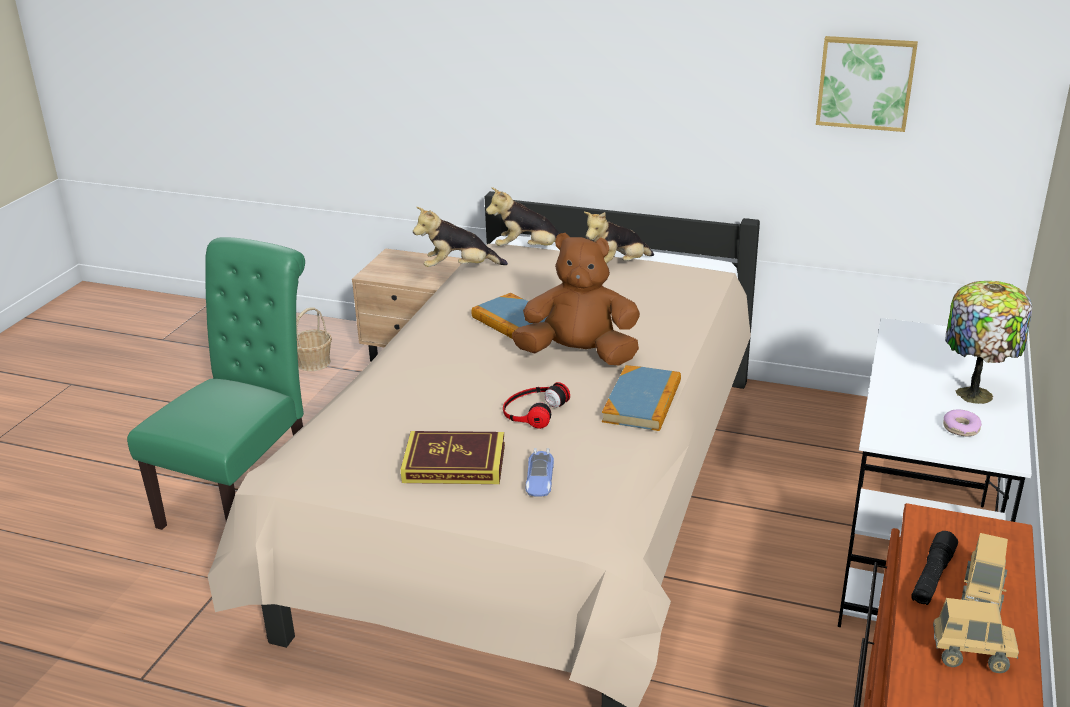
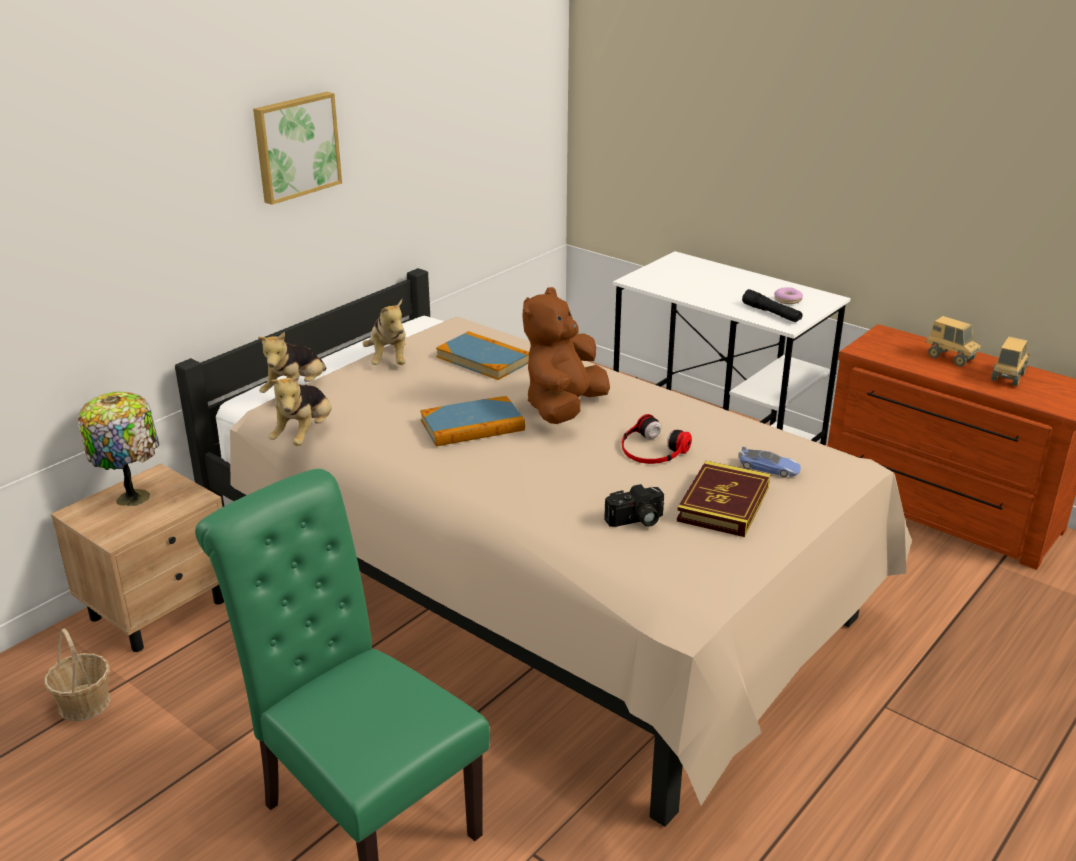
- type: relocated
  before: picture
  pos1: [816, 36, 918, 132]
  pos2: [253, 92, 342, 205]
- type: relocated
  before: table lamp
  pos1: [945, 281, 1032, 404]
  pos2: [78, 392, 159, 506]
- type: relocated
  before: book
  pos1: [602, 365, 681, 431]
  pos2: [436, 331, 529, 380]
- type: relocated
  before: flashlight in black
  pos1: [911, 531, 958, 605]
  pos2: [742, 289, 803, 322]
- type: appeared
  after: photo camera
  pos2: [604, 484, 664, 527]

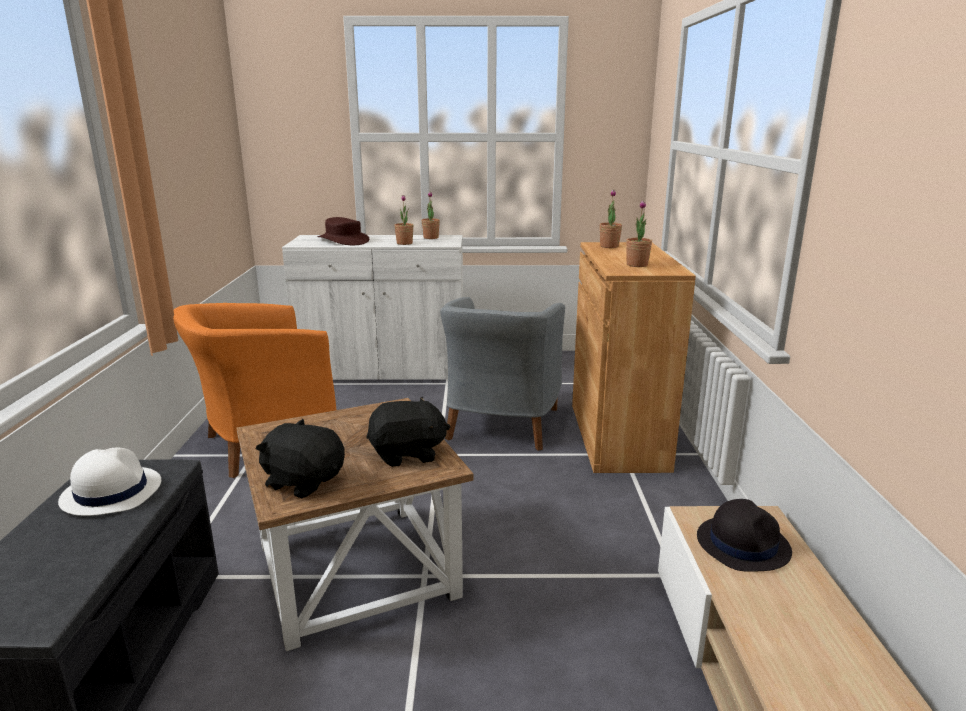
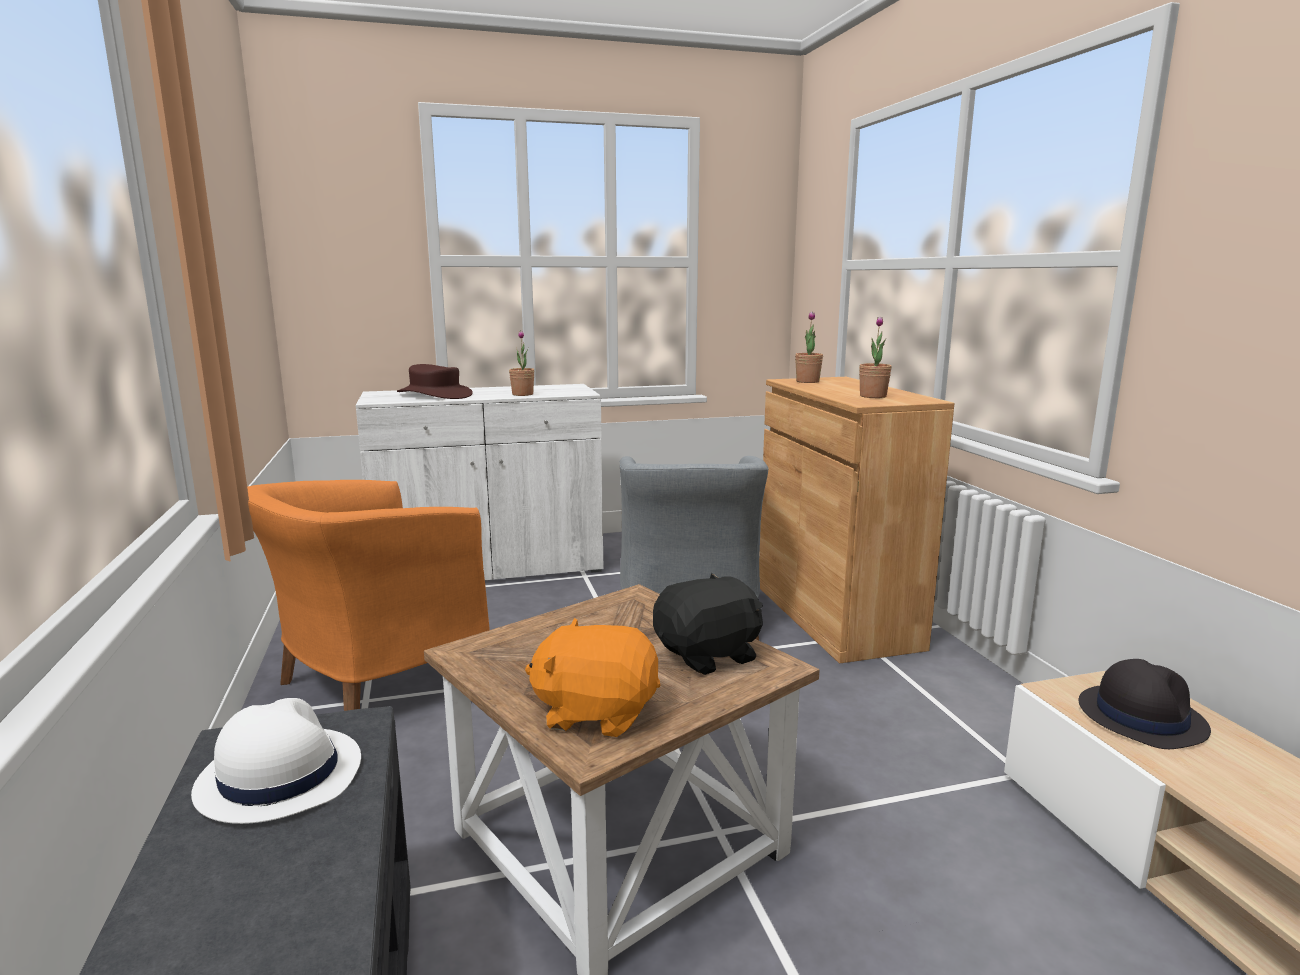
- type: missing
  before: potted plant
  pos1: [422, 191, 440, 239]
- type: colour
  before: plush toy in black
  after: plush toy in orange
  pos1: [256, 419, 345, 498]
  pos2: [525, 618, 660, 737]

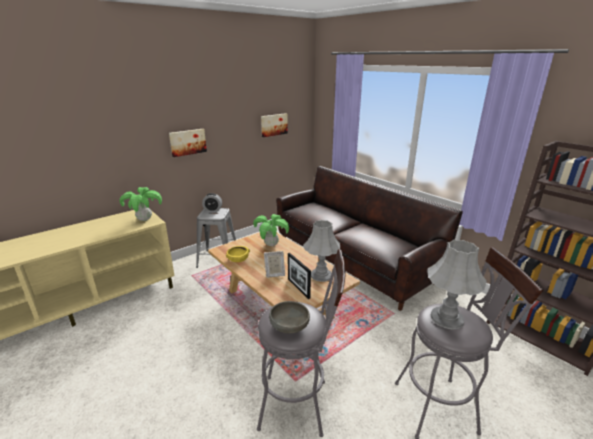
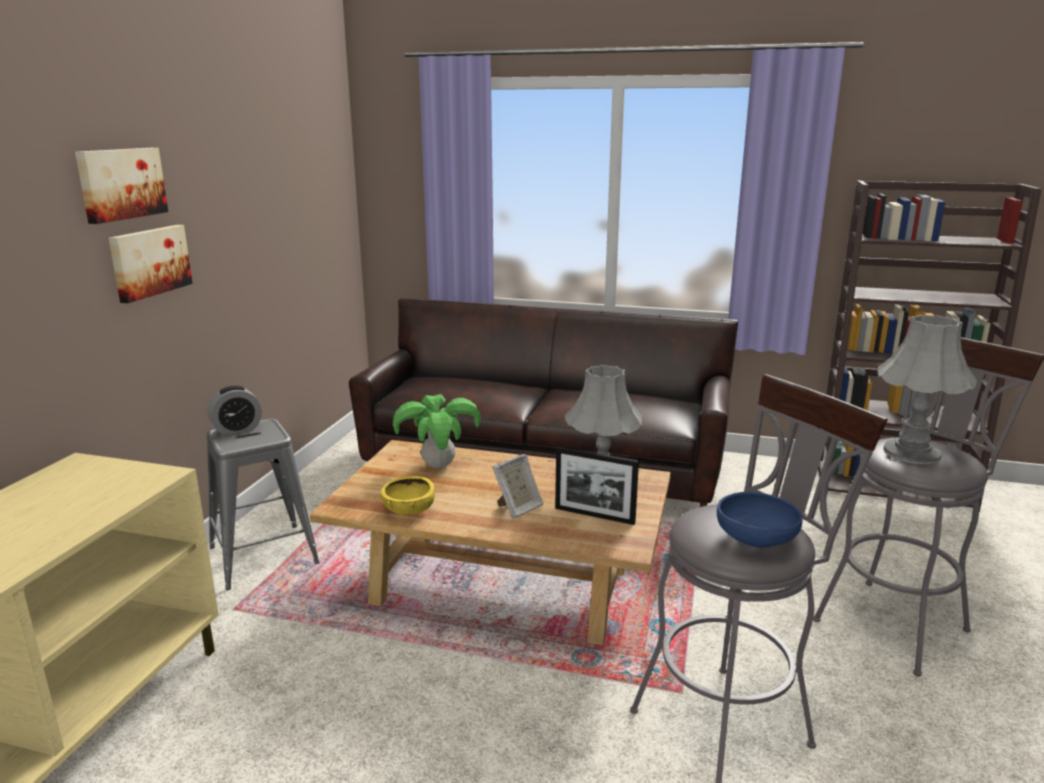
- type: relocated
  before: picture
  pos1: [261, 113, 288, 137]
  pos2: [75, 148, 168, 224]
- type: missing
  before: potted plant
  pos1: [120, 187, 162, 221]
- type: colour
  before: bowl in grey
  after: bowl in blue
  pos1: [269, 301, 310, 334]
  pos2: [717, 492, 803, 548]

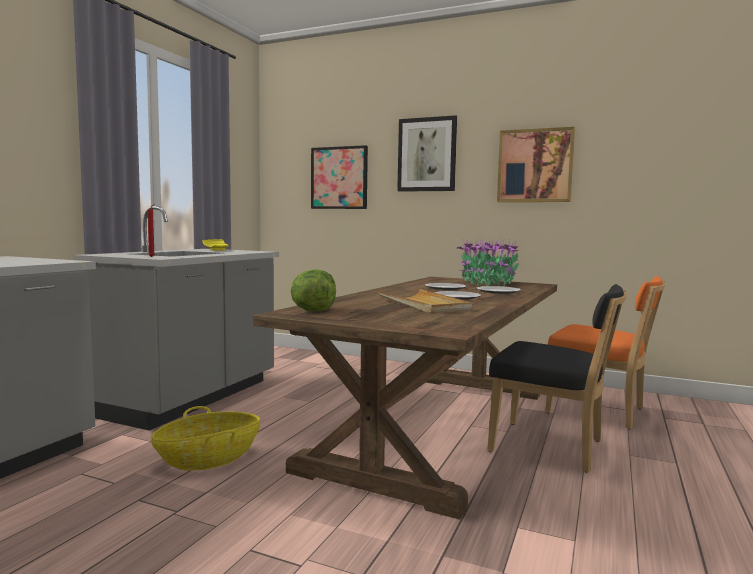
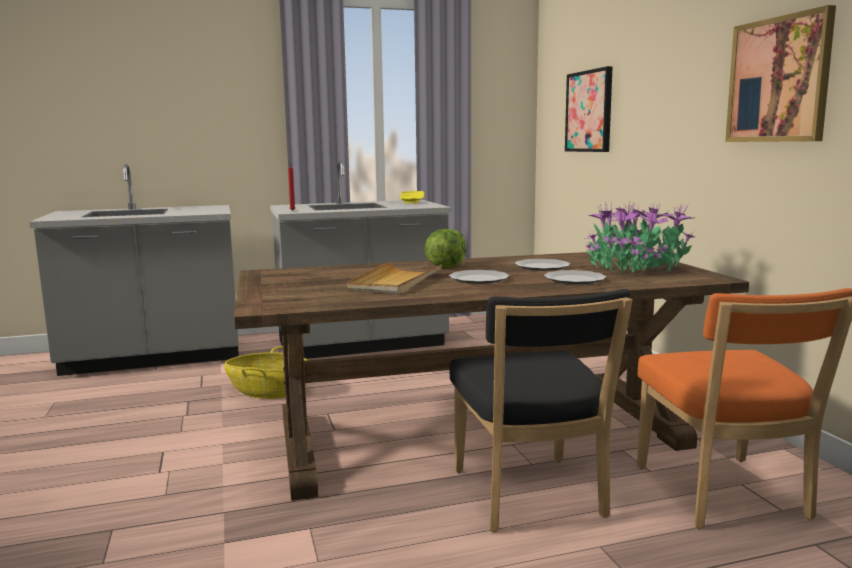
- type: missing
  before: picture
  pos1: [397, 115, 457, 192]
- type: relocated
  before: lettuce
  pos1: [291, 269, 336, 311]
  pos2: [425, 229, 466, 268]

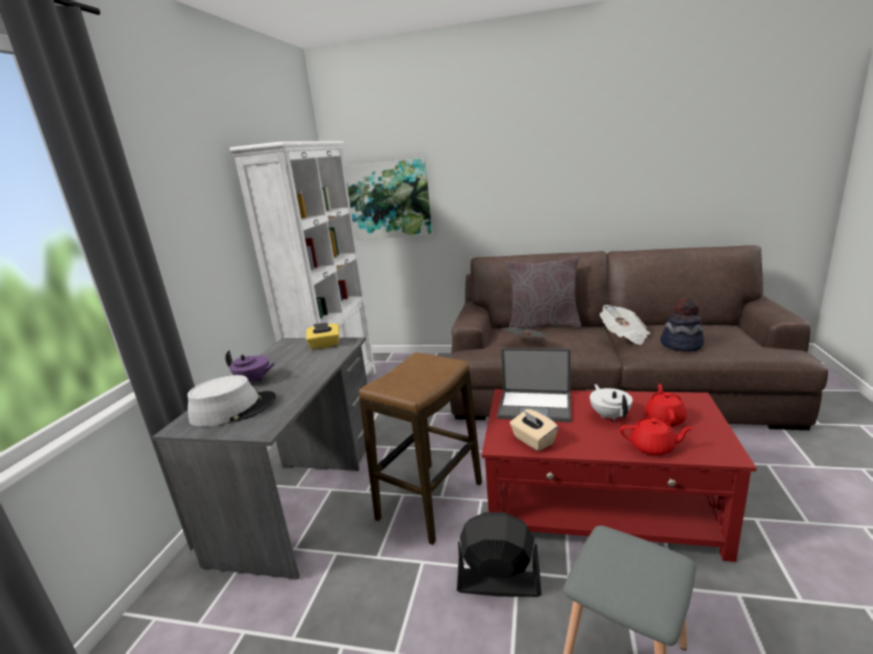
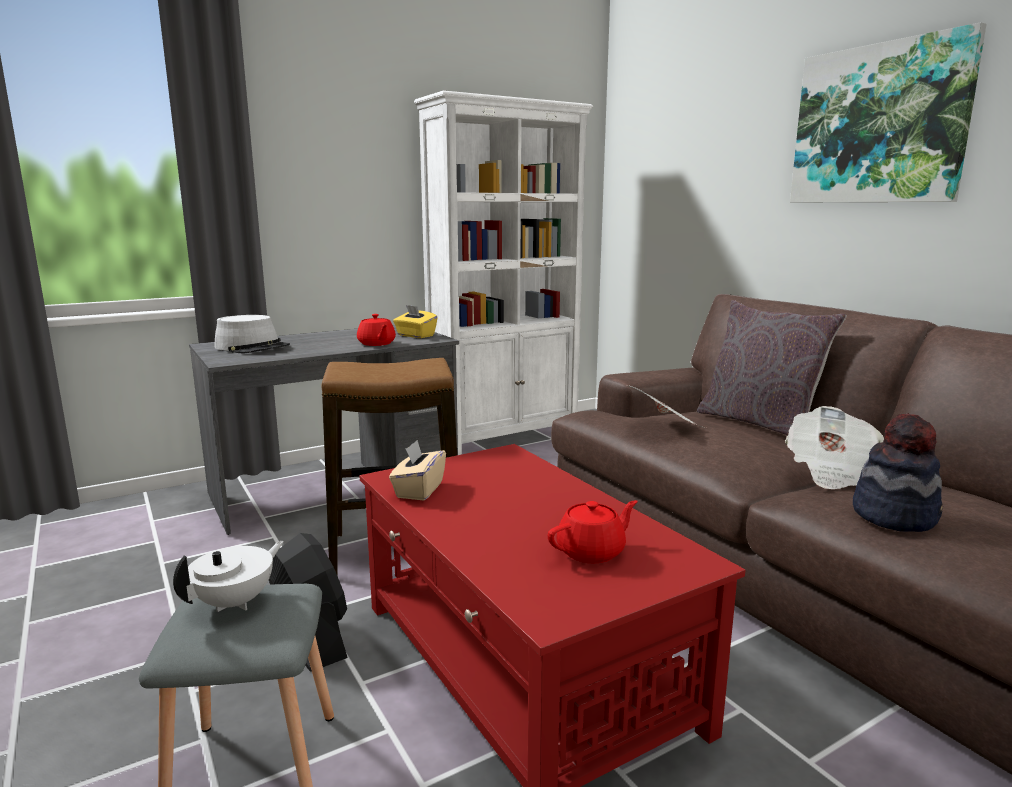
- type: relocated
  before: picture
  pos1: [344, 158, 433, 240]
  pos2: [790, 22, 986, 202]
- type: missing
  before: laptop
  pos1: [497, 348, 571, 422]
- type: missing
  before: teapot in purple
  pos1: [225, 350, 275, 383]
- type: relocated
  before: teapot in white
  pos1: [590, 384, 633, 421]
  pos2: [173, 541, 284, 612]
- type: relocated
  before: teapot in red
  pos1: [620, 417, 693, 456]
  pos2: [357, 314, 396, 346]

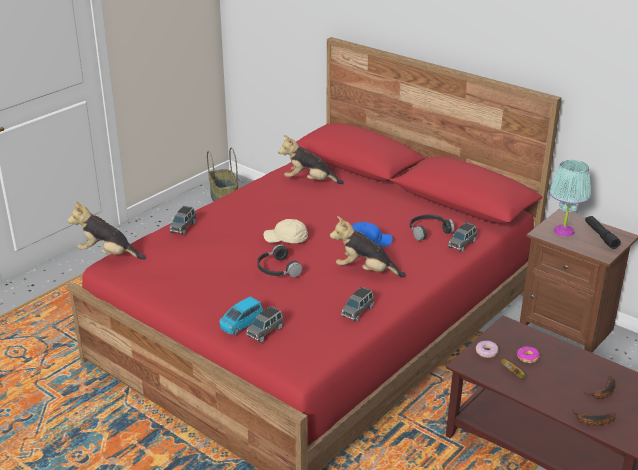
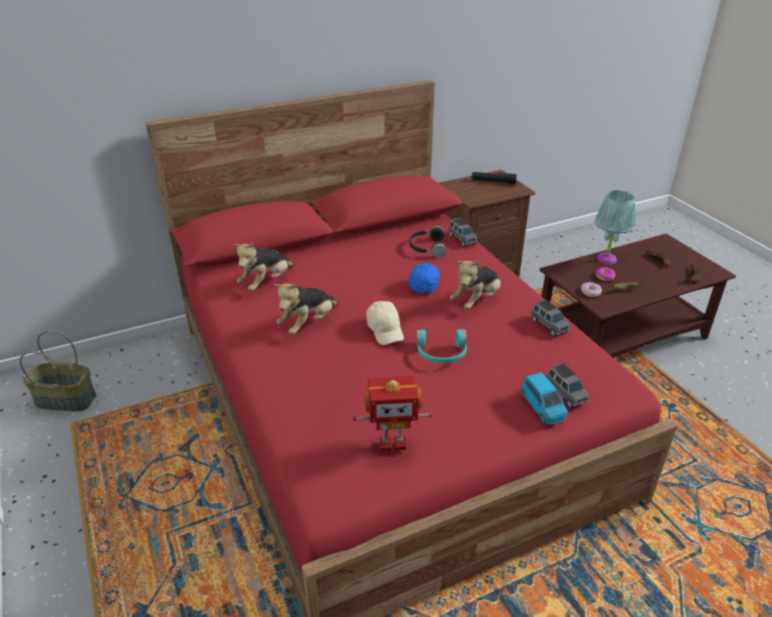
- type: relocated
  before: table lamp in turquoise
  pos1: [549, 160, 591, 237]
  pos2: [594, 190, 635, 265]
- type: relocated
  before: plush toy
  pos1: [68, 201, 146, 260]
  pos2: [274, 283, 339, 335]
- type: missing
  before: toy car in grey
  pos1: [170, 206, 196, 235]
- type: spun
  before: cap in beige
  pos1: [264, 219, 308, 243]
  pos2: [366, 301, 404, 345]
  turn: -60
- type: colour
  before: headphones in black
  after: headphones in turquoise
  pos1: [257, 244, 302, 277]
  pos2: [416, 329, 467, 363]
- type: appeared
  after: toy robot
  pos2: [352, 376, 433, 451]

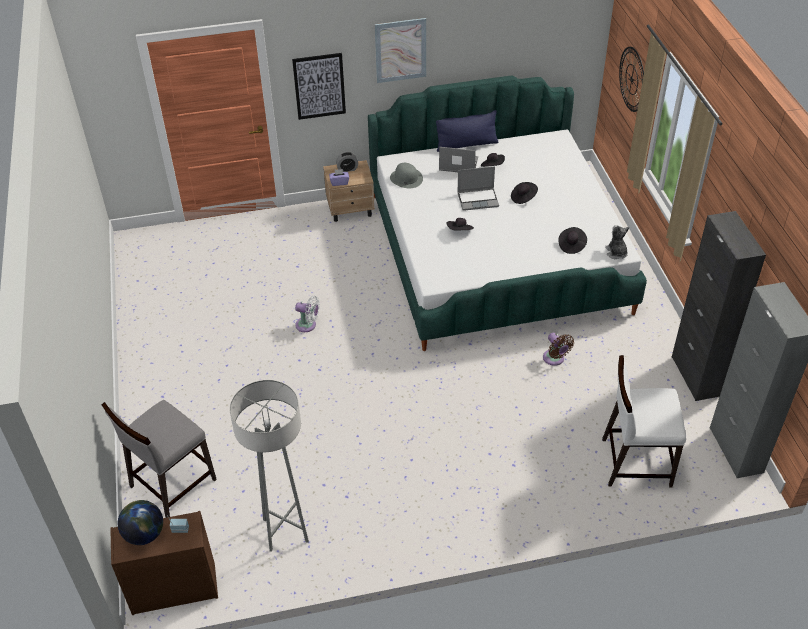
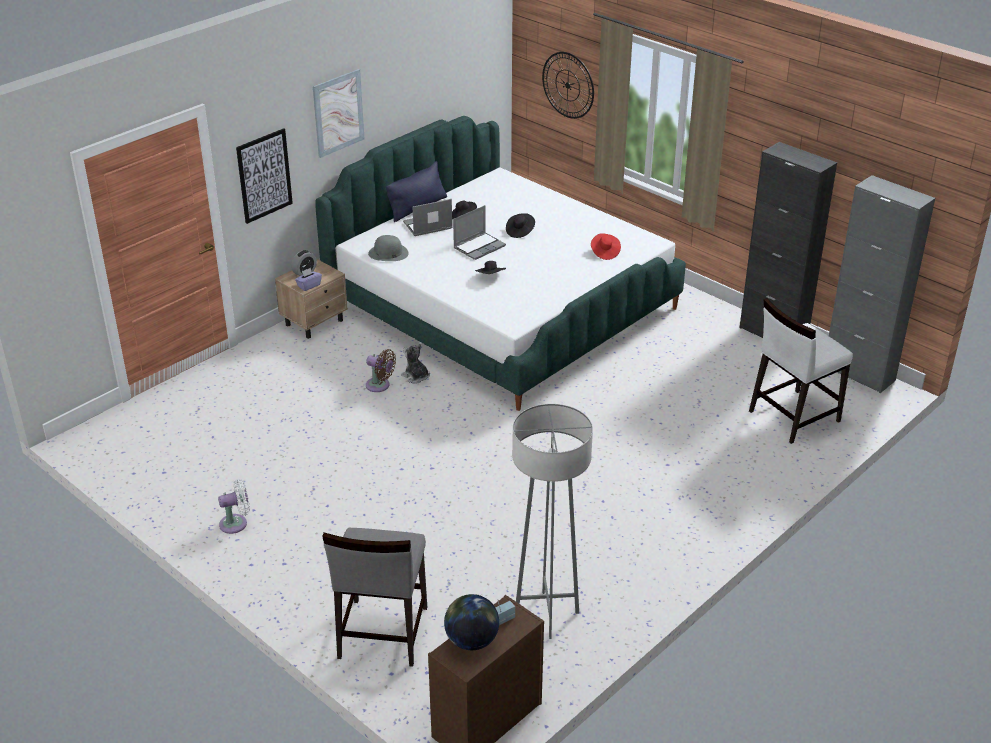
- type: relocated
  before: plush toy
  pos1: [605, 225, 629, 259]
  pos2: [401, 344, 430, 384]
- type: colour
  before: hat in black
  after: hat in red
  pos1: [559, 227, 587, 254]
  pos2: [591, 233, 621, 260]
- type: relocated
  before: fan in white
  pos1: [295, 296, 320, 332]
  pos2: [218, 479, 250, 534]
- type: relocated
  before: fan in brown
  pos1: [543, 333, 574, 366]
  pos2: [366, 349, 396, 392]

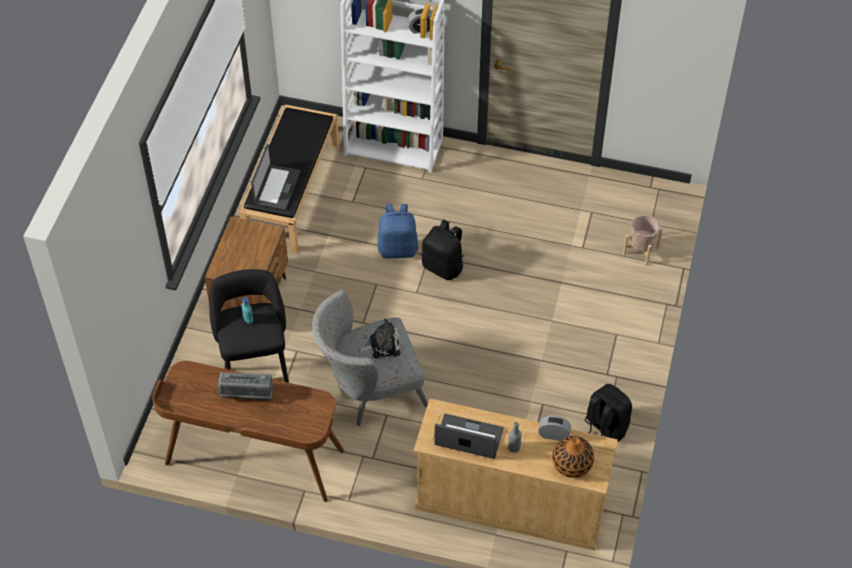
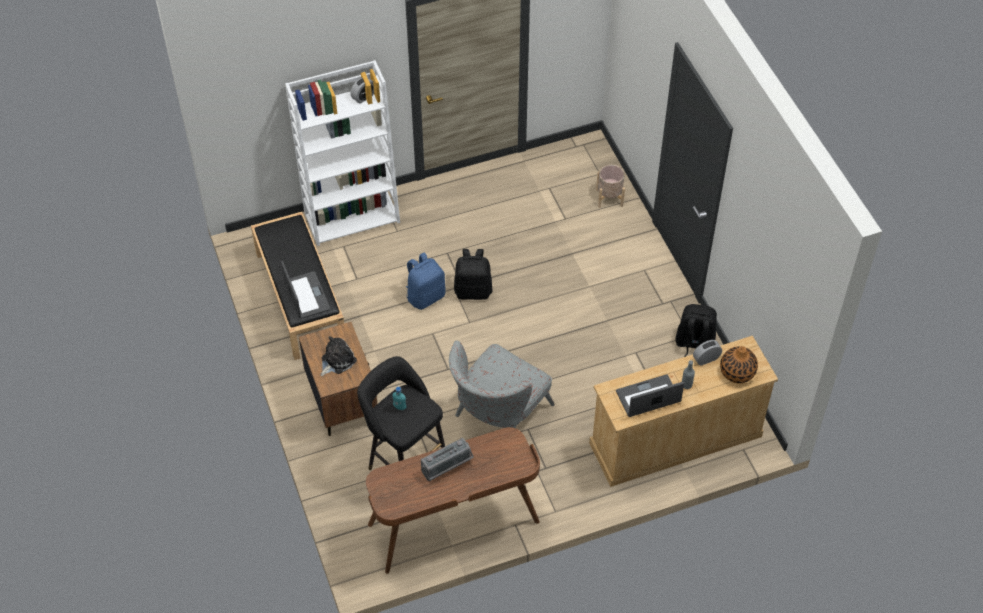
- type: relocated
  before: plush toy
  pos1: [359, 318, 401, 359]
  pos2: [321, 336, 357, 376]

